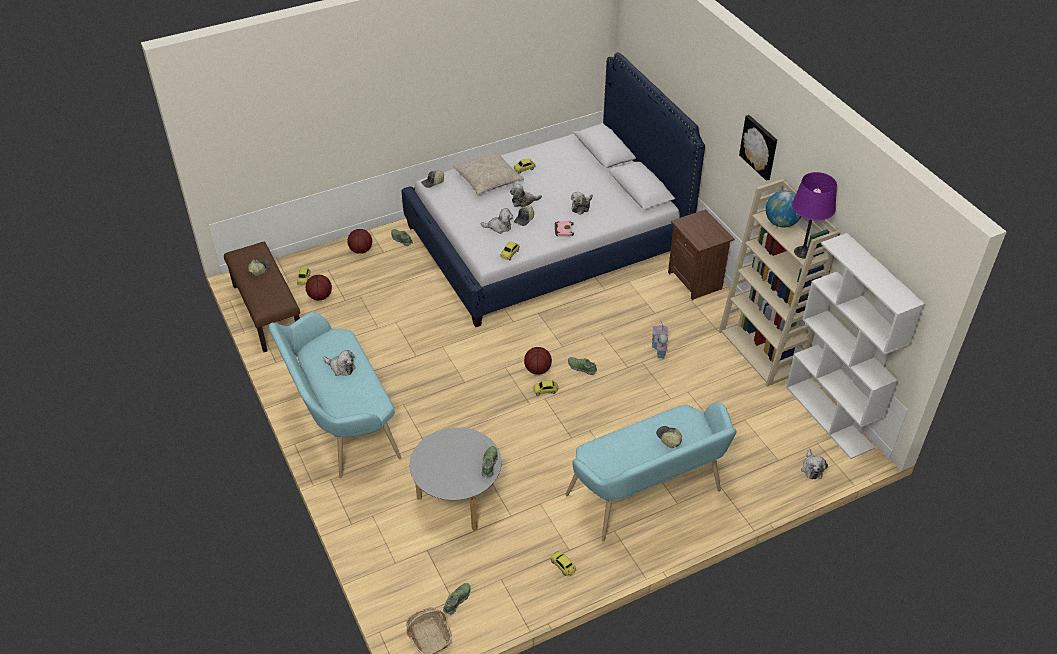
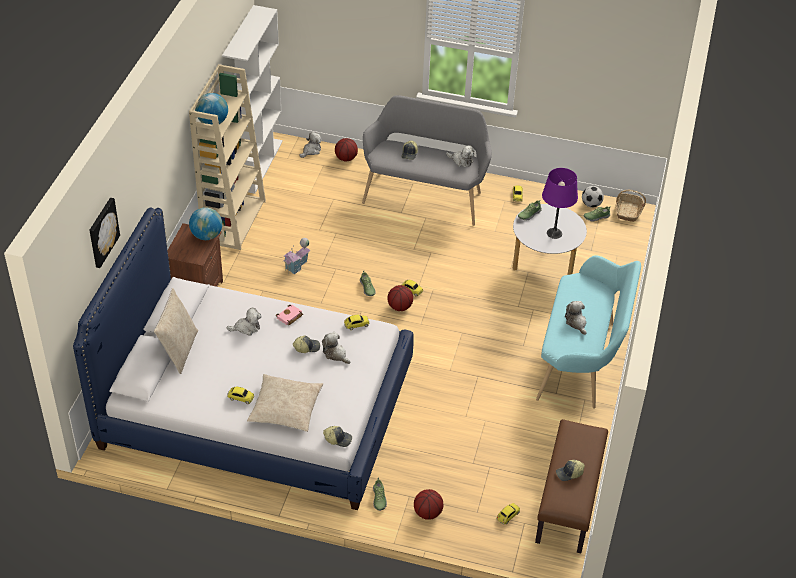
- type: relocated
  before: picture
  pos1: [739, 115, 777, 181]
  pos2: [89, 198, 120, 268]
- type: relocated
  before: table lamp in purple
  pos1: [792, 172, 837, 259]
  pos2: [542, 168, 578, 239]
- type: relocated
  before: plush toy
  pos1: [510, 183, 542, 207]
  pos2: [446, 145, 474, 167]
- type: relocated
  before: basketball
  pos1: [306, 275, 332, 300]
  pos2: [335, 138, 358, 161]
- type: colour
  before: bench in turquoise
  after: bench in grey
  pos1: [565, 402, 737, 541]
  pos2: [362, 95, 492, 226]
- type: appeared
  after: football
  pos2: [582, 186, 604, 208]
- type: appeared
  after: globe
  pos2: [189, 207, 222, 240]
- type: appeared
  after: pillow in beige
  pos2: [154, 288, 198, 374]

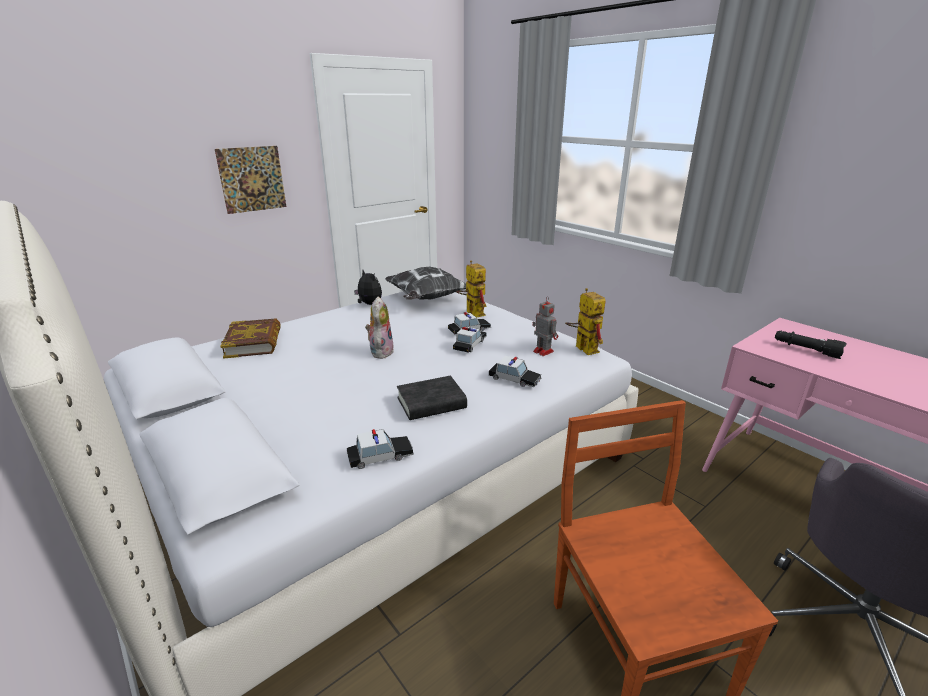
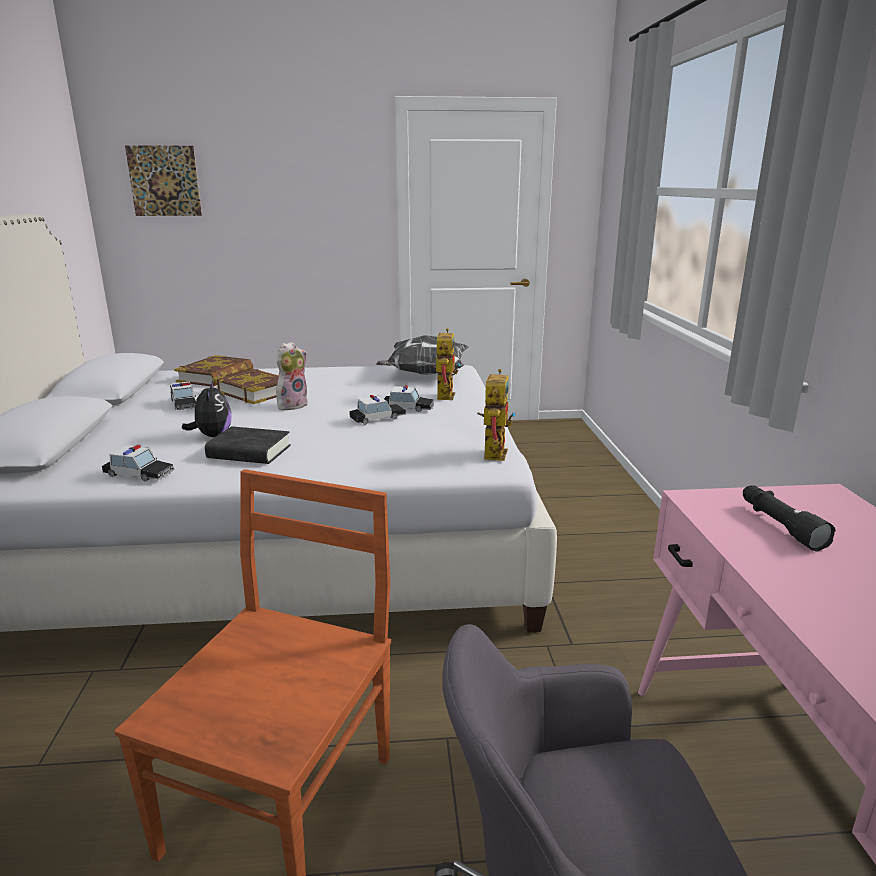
- type: relocated
  before: picture
  pos1: [215, 146, 286, 214]
  pos2: [125, 145, 202, 216]
- type: relocated
  before: plush toy
  pos1: [354, 270, 382, 305]
  pos2: [182, 381, 232, 437]
- type: missing
  before: toy robot
  pos1: [532, 297, 558, 356]
- type: relocated
  before: toy car
  pos1: [489, 356, 541, 387]
  pos2: [170, 382, 196, 410]
- type: appeared
  after: book
  pos2: [212, 369, 279, 404]

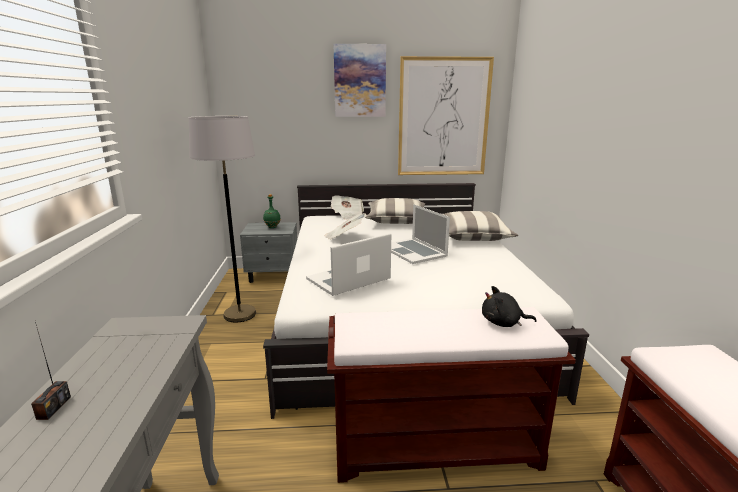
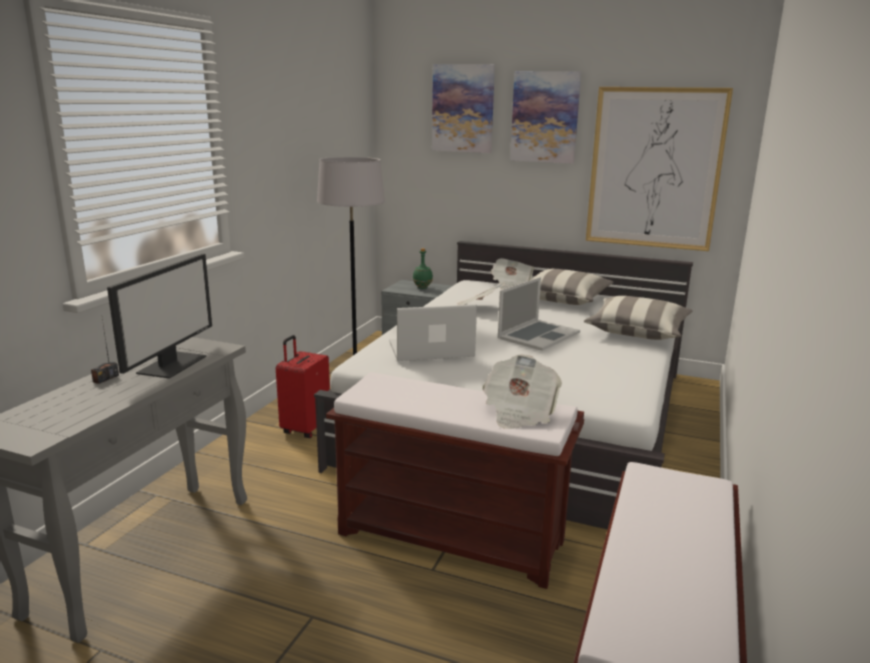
- type: spun
  before: laptop
  pos1: [391, 204, 450, 264]
  pos2: [498, 277, 580, 351]
  turn: -135
- type: exchanged
  before: plush toy in black
  after: newspaper
  pos1: [482, 286, 537, 327]
  pos2: [482, 354, 562, 429]
- type: appeared
  after: picture
  pos2: [432, 64, 495, 153]
- type: appeared
  after: monitor
  pos2: [107, 254, 212, 379]
- type: appeared
  after: suitcase in red
  pos2: [276, 335, 330, 438]

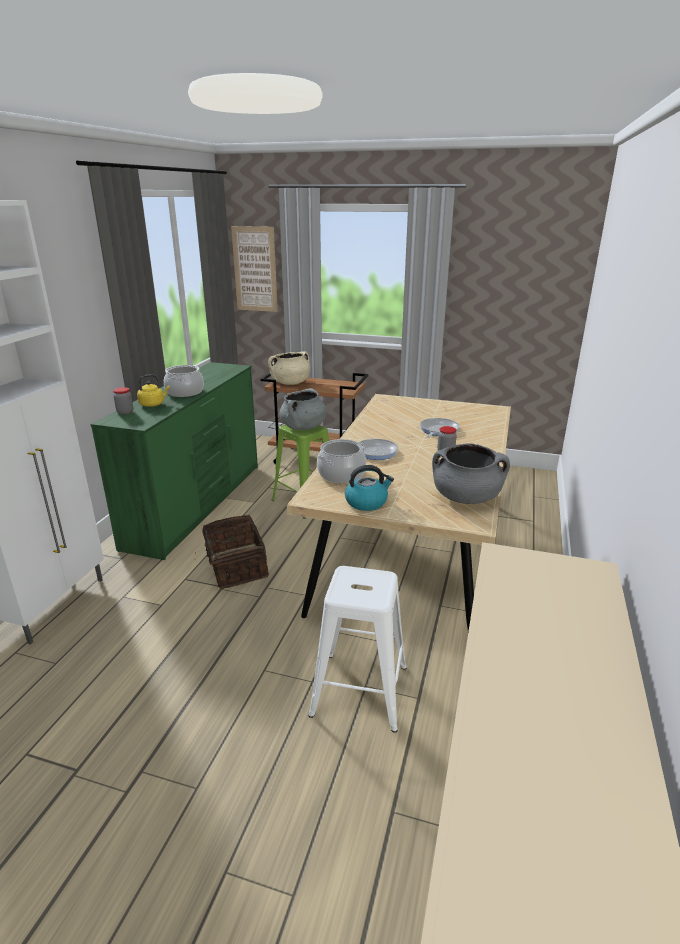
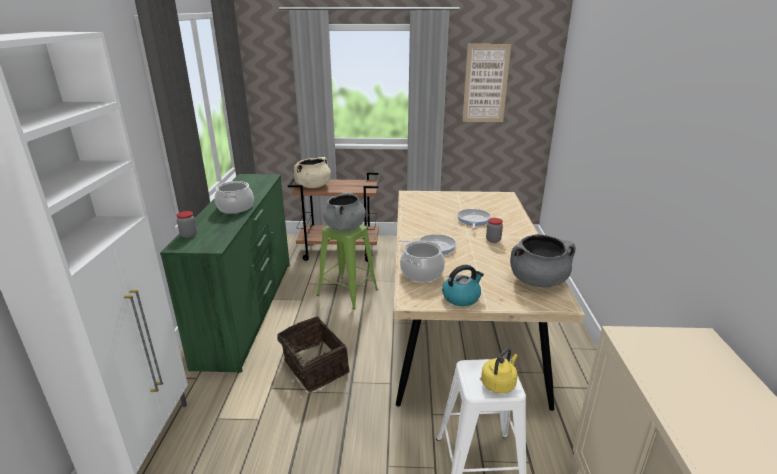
- type: relocated
  before: picture
  pos1: [231, 226, 278, 312]
  pos2: [463, 44, 511, 122]
- type: relocated
  before: kettle in yellow
  pos1: [137, 374, 170, 407]
  pos2: [481, 348, 518, 393]

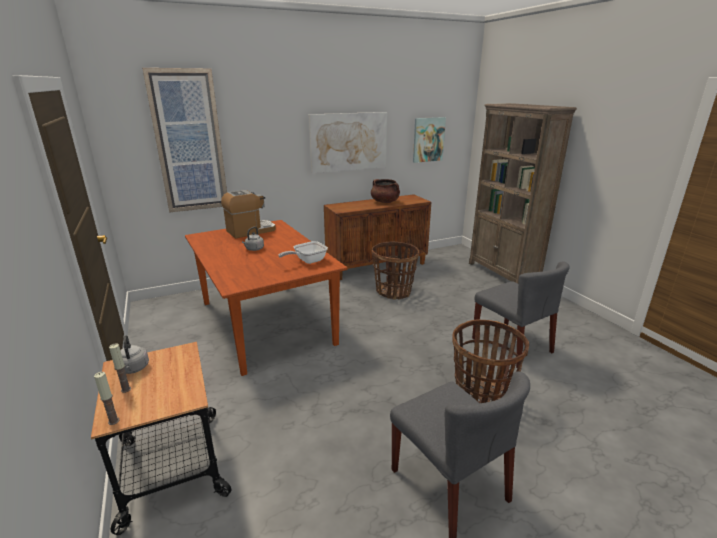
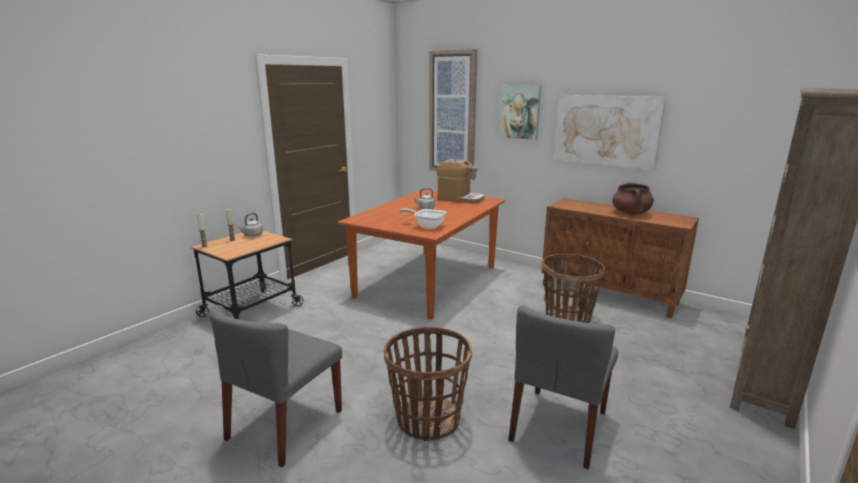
- type: relocated
  before: picture
  pos1: [413, 117, 446, 163]
  pos2: [499, 86, 541, 140]

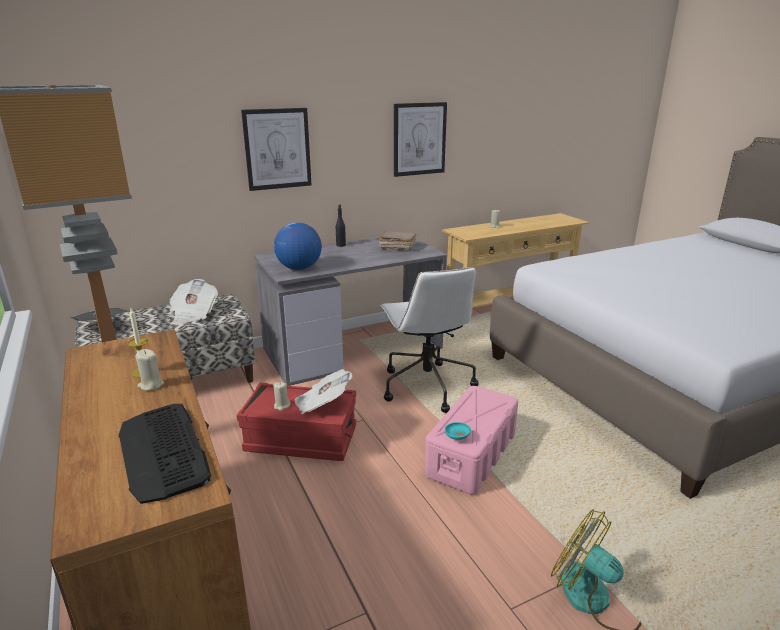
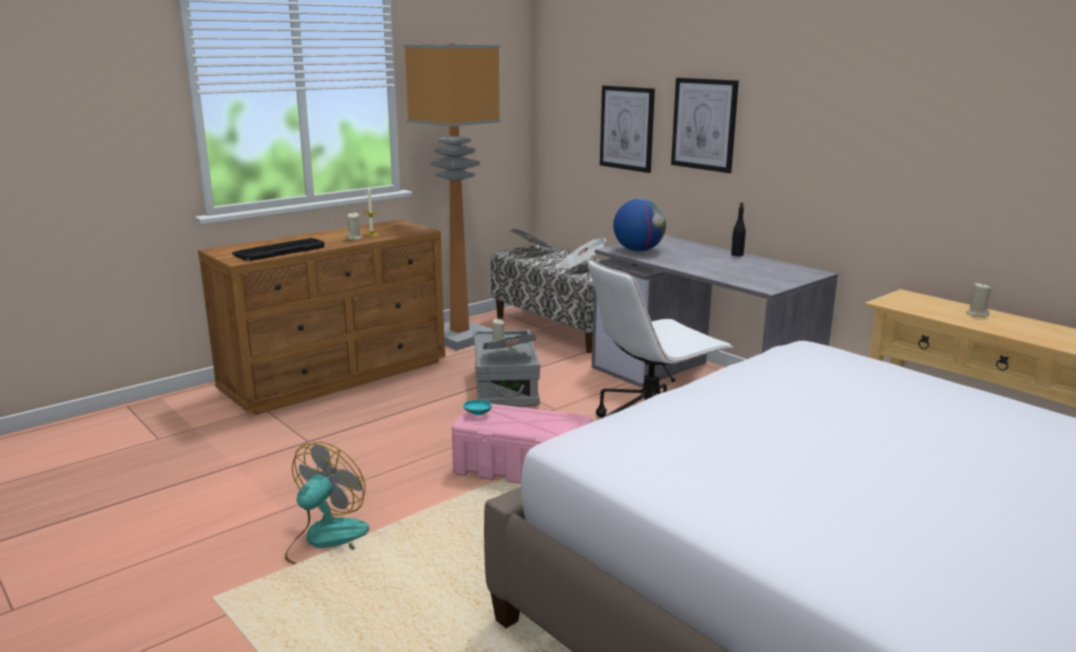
- type: relocated
  before: picture
  pos1: [394, 102, 447, 177]
  pos2: [600, 85, 655, 173]
- type: missing
  before: book in brown
  pos1: [379, 231, 416, 250]
- type: colour
  before: storage box in red
  after: storage box in grey
  pos1: [237, 383, 356, 461]
  pos2: [473, 329, 540, 407]

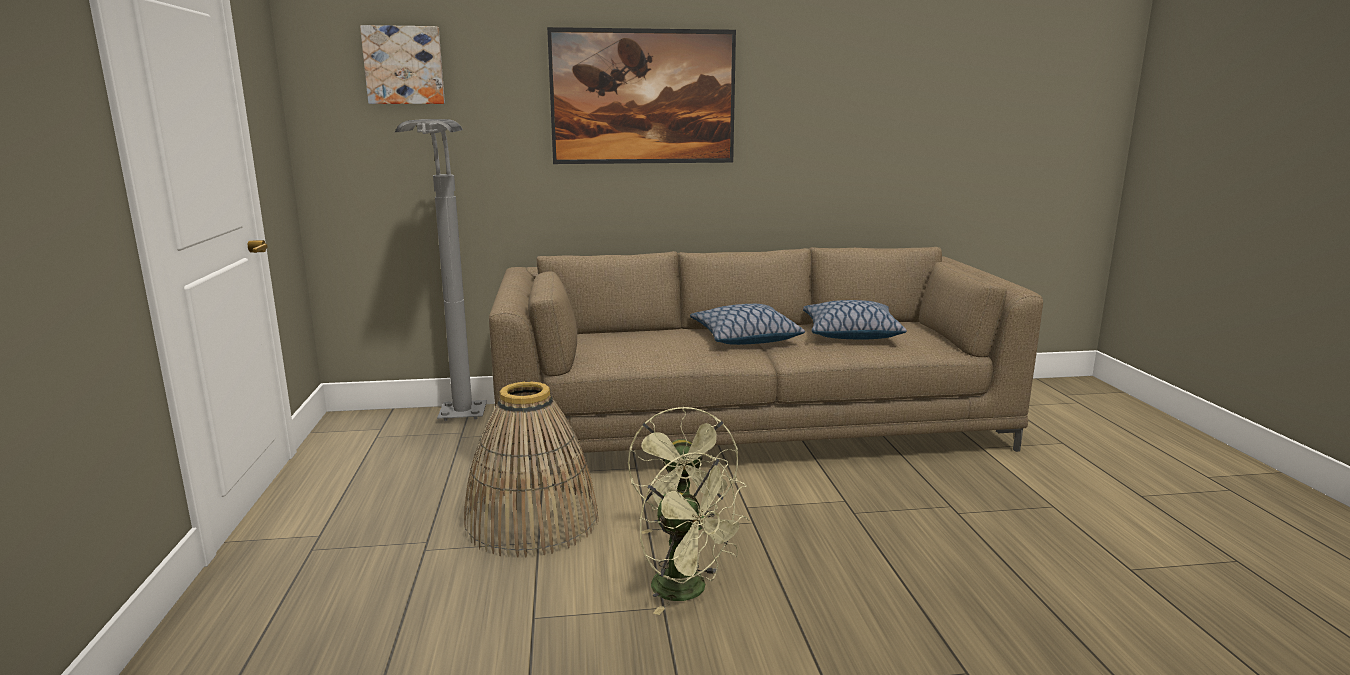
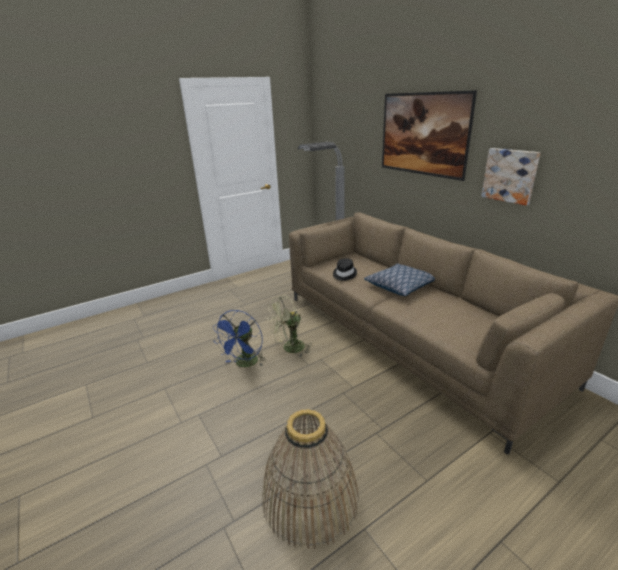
- type: relocated
  before: picture
  pos1: [360, 25, 445, 104]
  pos2: [481, 148, 541, 205]
- type: missing
  before: pillow
  pos1: [803, 300, 907, 339]
- type: relocated
  before: basket
  pos1: [464, 381, 599, 558]
  pos2: [262, 409, 359, 549]
- type: colour
  before: fan in green
  after: fan in blue
  pos1: [639, 452, 749, 615]
  pos2: [213, 310, 266, 367]
- type: appeared
  after: hat in black
  pos2: [333, 258, 357, 281]

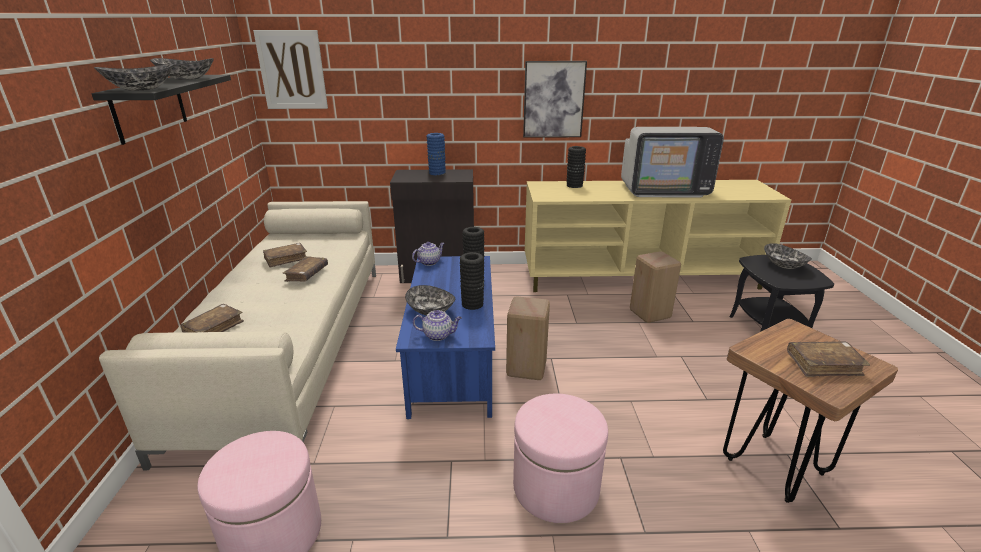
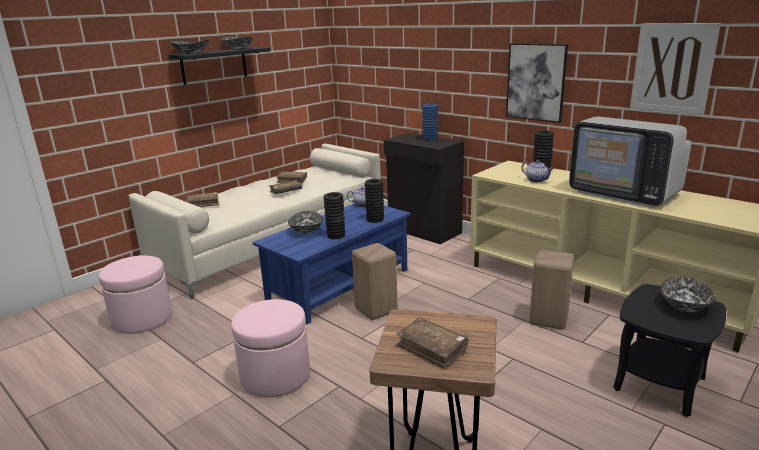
- type: relocated
  before: picture
  pos1: [253, 30, 328, 109]
  pos2: [630, 23, 721, 115]
- type: relocated
  before: teapot
  pos1: [413, 310, 462, 341]
  pos2: [521, 160, 554, 183]

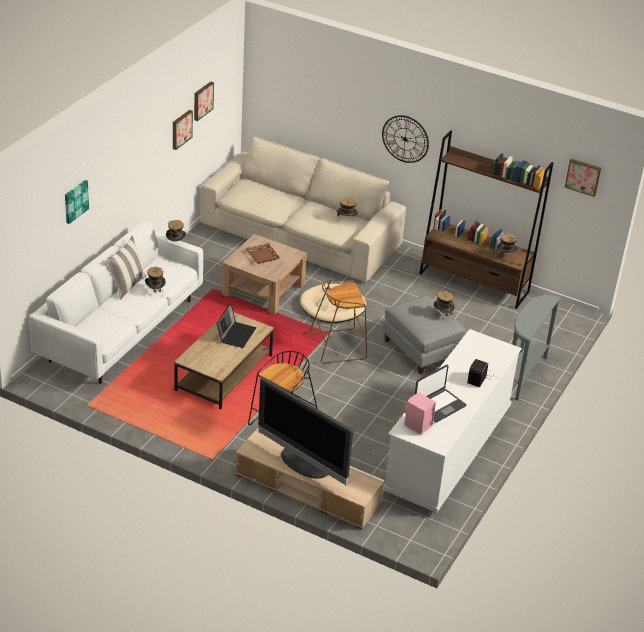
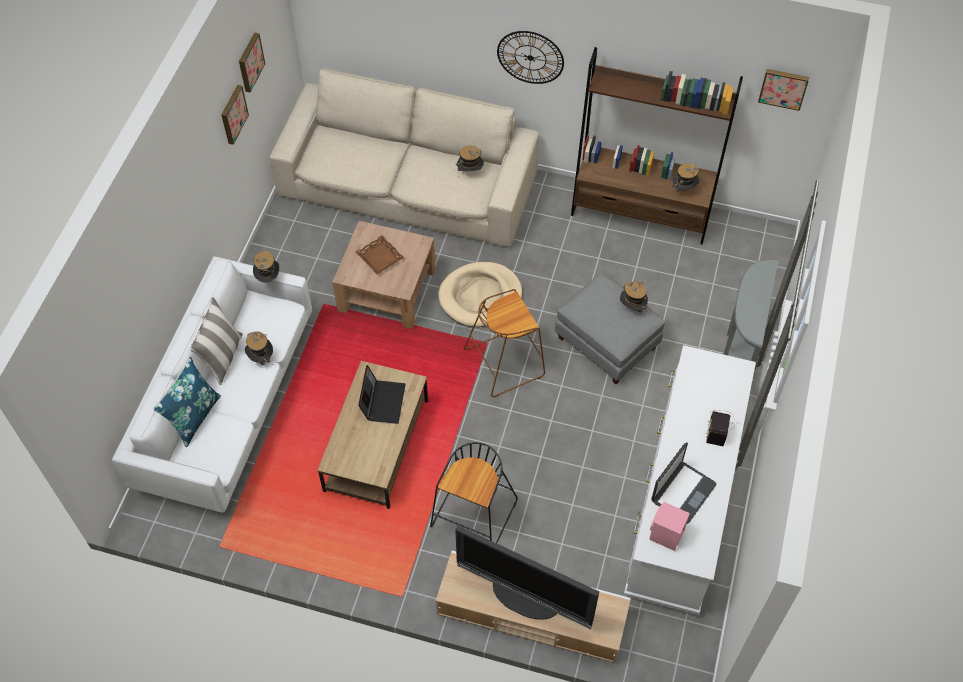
- type: missing
  before: picture
  pos1: [65, 180, 89, 224]
- type: appeared
  after: pillow in blue
  pos2: [154, 357, 221, 447]

